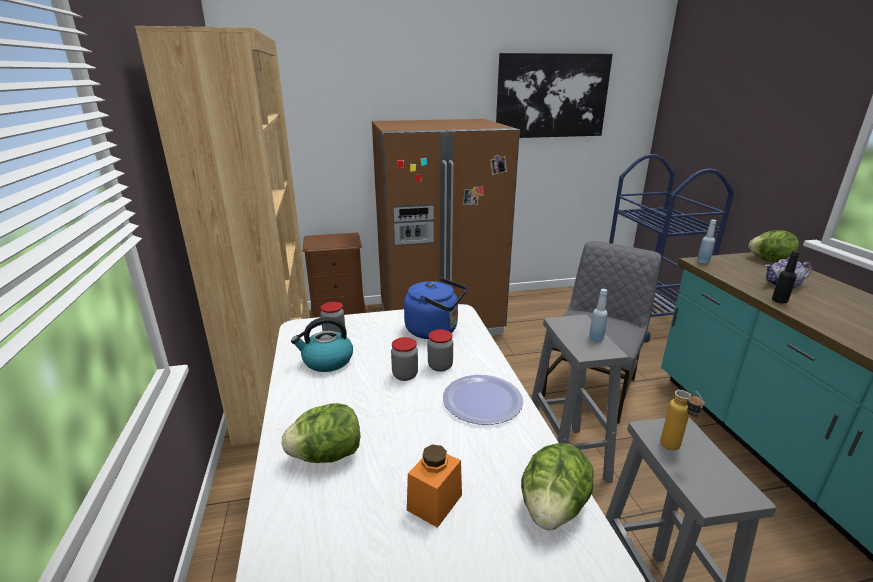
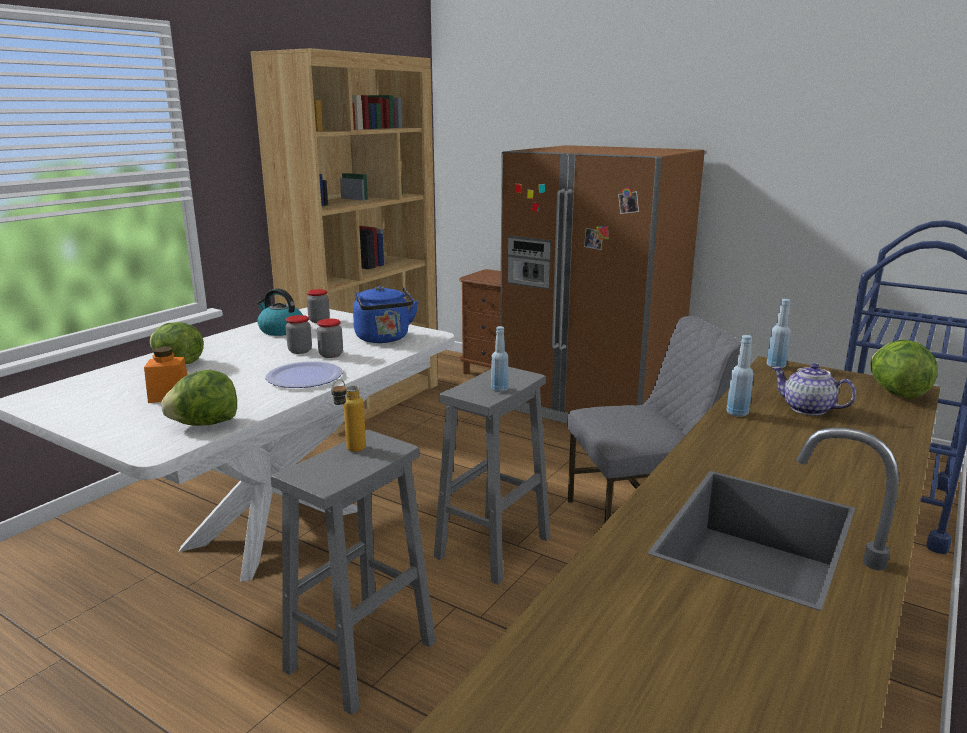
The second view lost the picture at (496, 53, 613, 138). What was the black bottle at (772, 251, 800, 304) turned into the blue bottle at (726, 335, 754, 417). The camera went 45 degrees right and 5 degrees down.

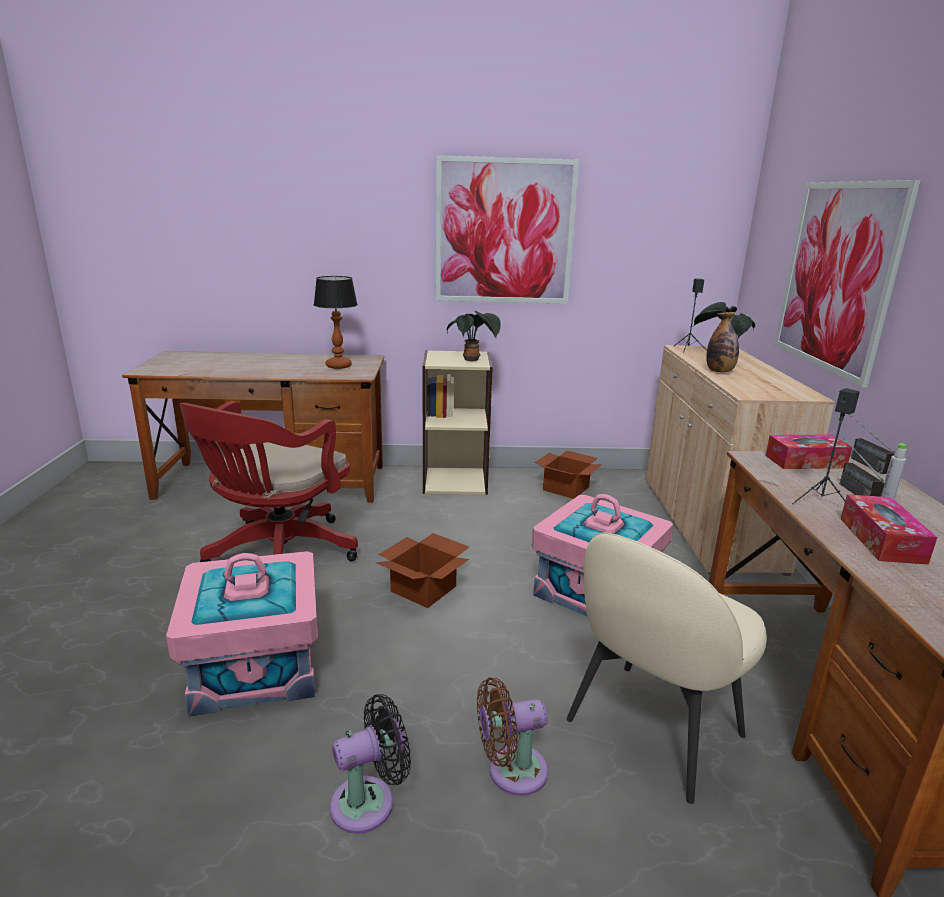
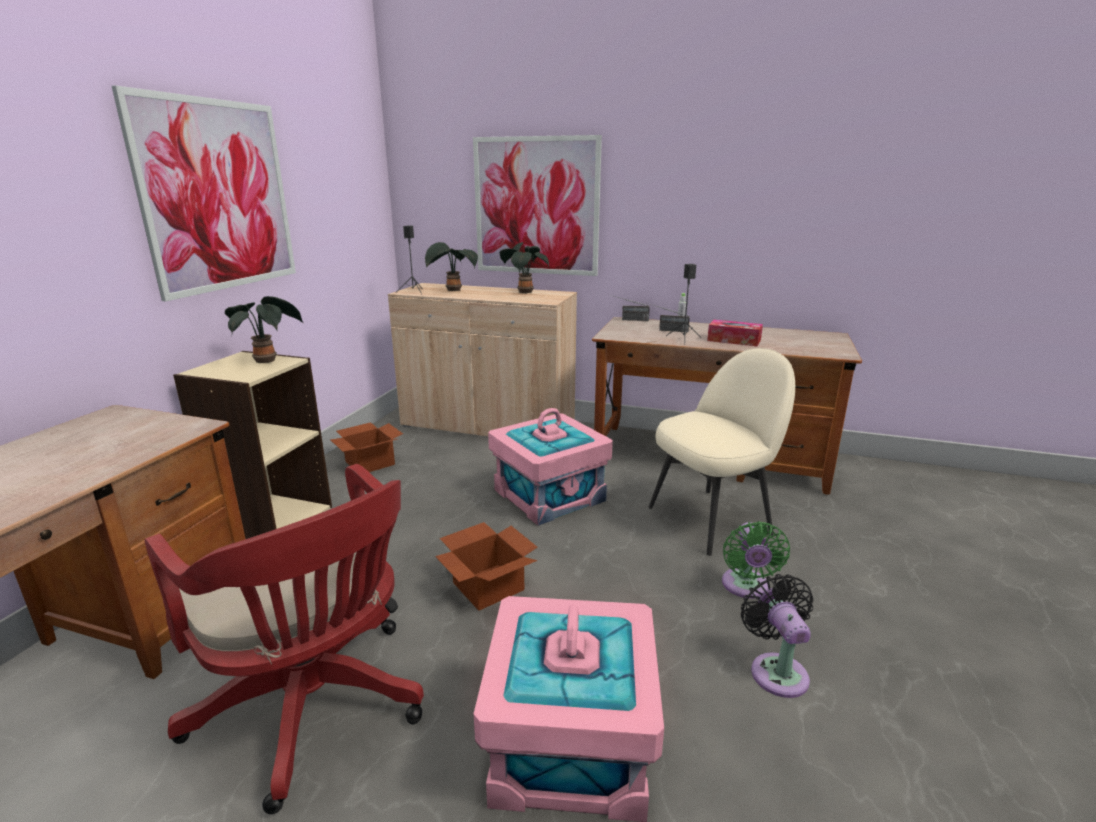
The second view lost the table lamp at (314, 276, 358, 369). What was the brown fan at (477, 677, 548, 796) turned into the green fan at (722, 521, 790, 599). The beige chair at (567, 532, 767, 804) ended up facing another way, 90 degrees counterclockwise from before. The second view lost the bottle at (706, 312, 739, 373). The second view lost the tissue box at (765, 434, 852, 469). The second view gained the potted plant at (500, 242, 549, 294). The camera went 70 degrees left and 0 degrees up.

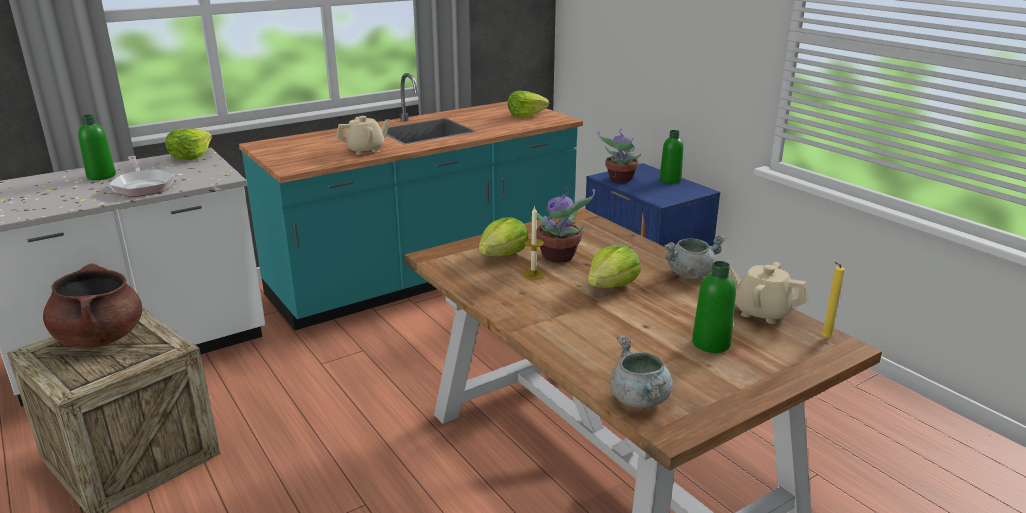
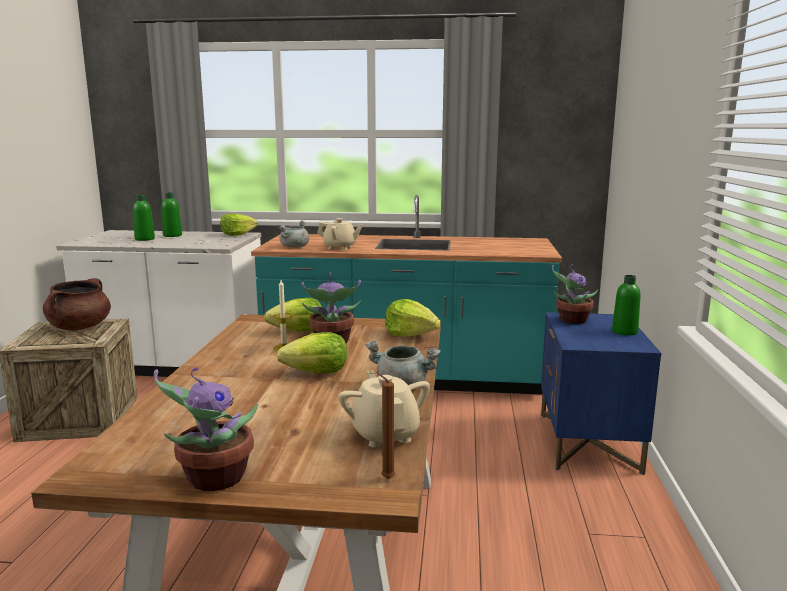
The second view lost the frying pan at (108, 156, 176, 197). The lettuce ended up elsewhere, having gone from (508, 91, 549, 117) to (385, 299, 440, 337). The grey cooking pot ended up elsewhere, having gone from (609, 336, 673, 408) to (279, 220, 309, 248). The green bottle ended up elsewhere, having gone from (692, 261, 736, 353) to (133, 195, 155, 241). What was the yellow candle at (821, 262, 845, 338) turned into the brown candle at (376, 371, 395, 479). The second view gained the potted plant at (154, 367, 258, 491). The camera went 40 degrees right and 10 degrees down.

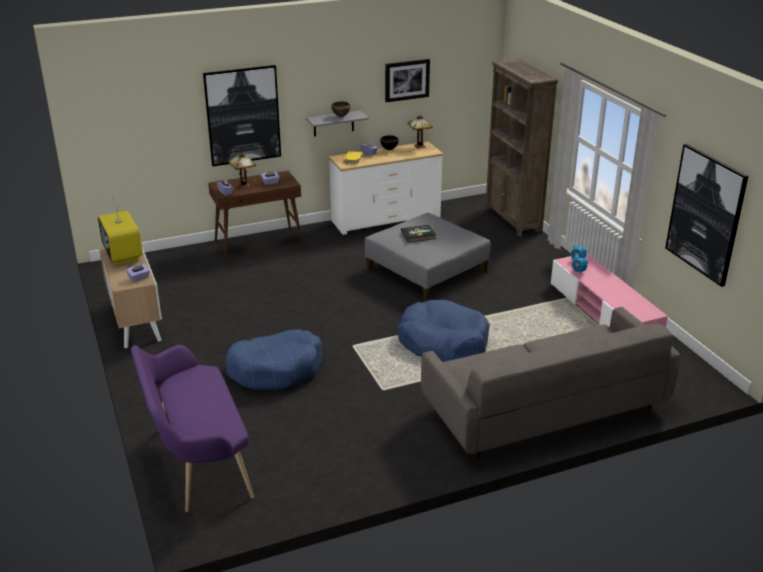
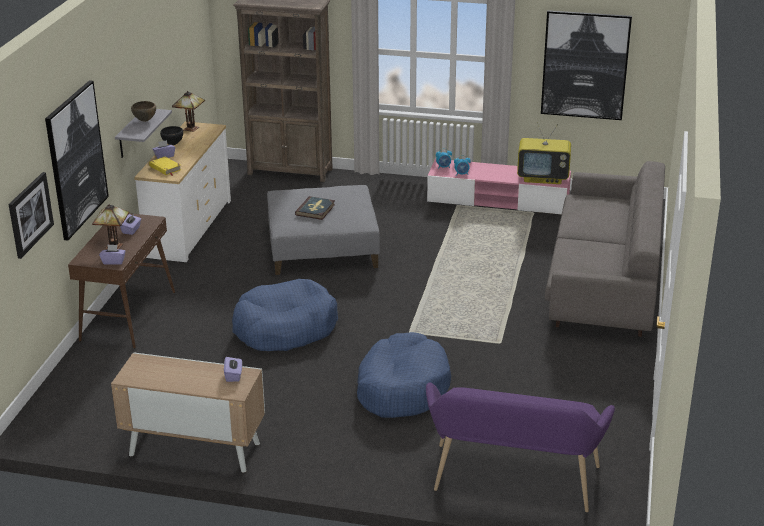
The television ended up elsewhere, having gone from (98, 197, 143, 266) to (517, 122, 571, 184). The picture ended up elsewhere, having gone from (385, 59, 430, 103) to (9, 172, 54, 259). The blue dog bed ended up elsewhere, having gone from (397, 300, 490, 362) to (232, 279, 338, 351). The camera went 55 degrees left and 0 degrees up.

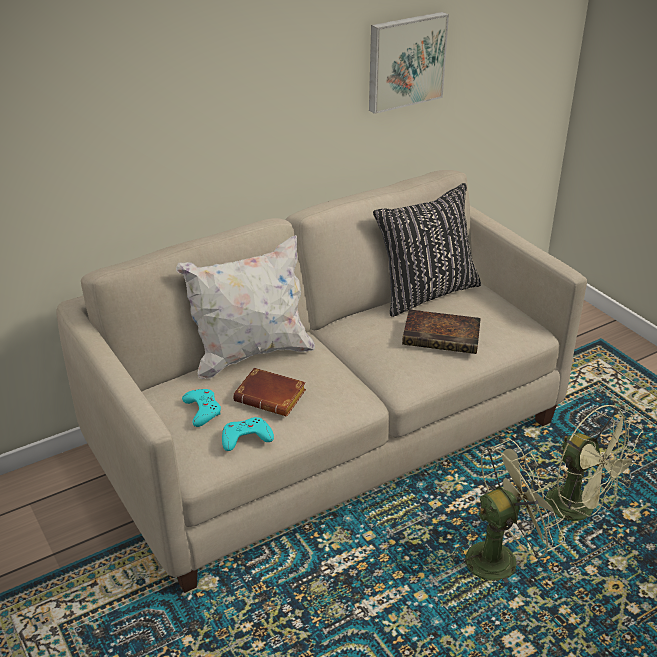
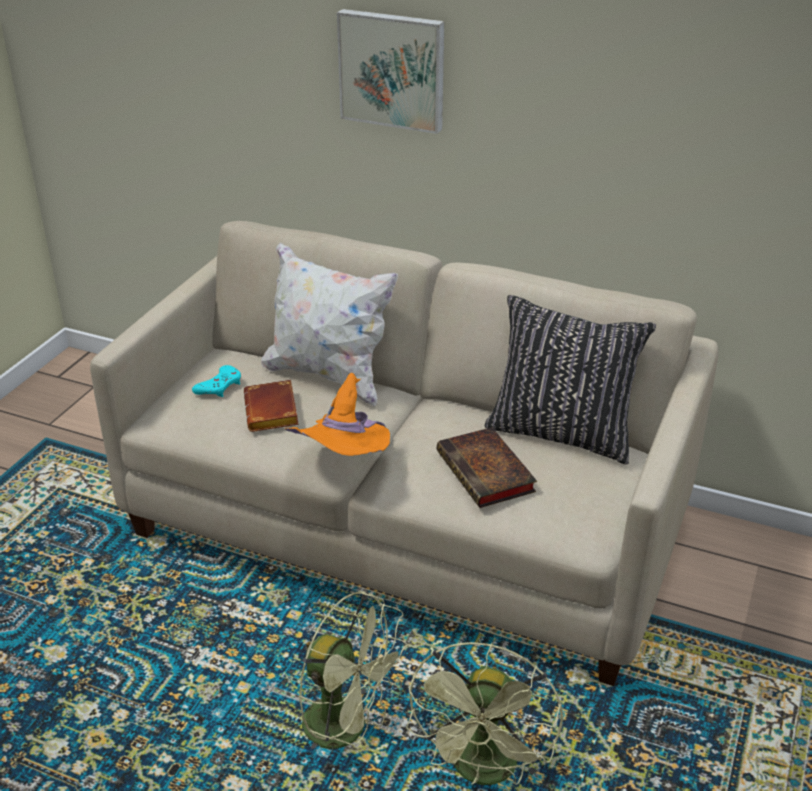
The second view lost the turquoise game controller at (222, 417, 274, 451). The picture ended up elsewhere, having gone from (369, 12, 449, 114) to (337, 9, 444, 134). The second view gained the orange hat at (284, 373, 390, 456). The camera went 55 degrees right and 0 degrees up.

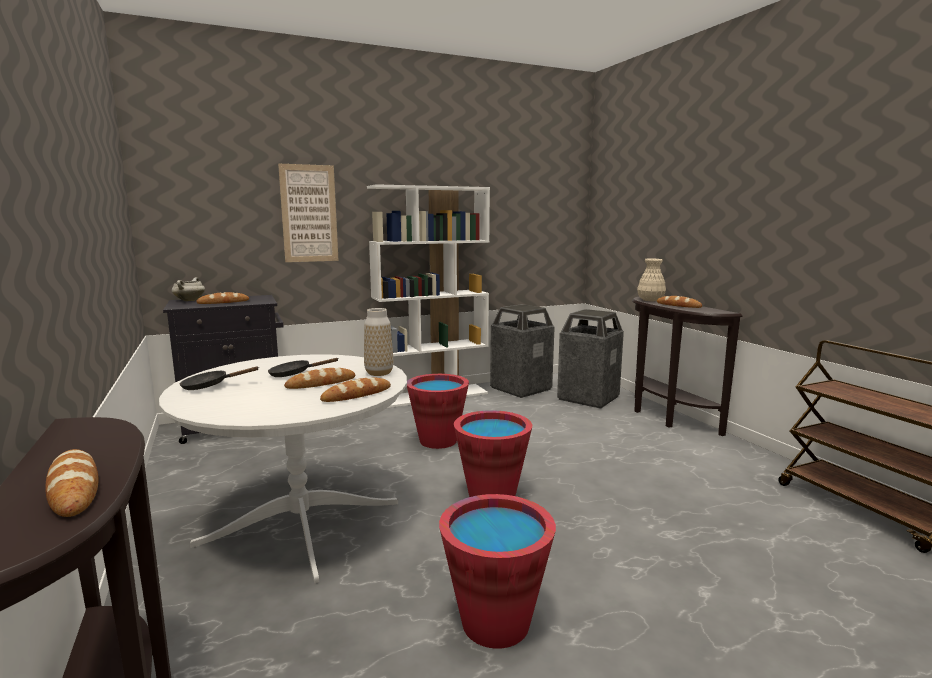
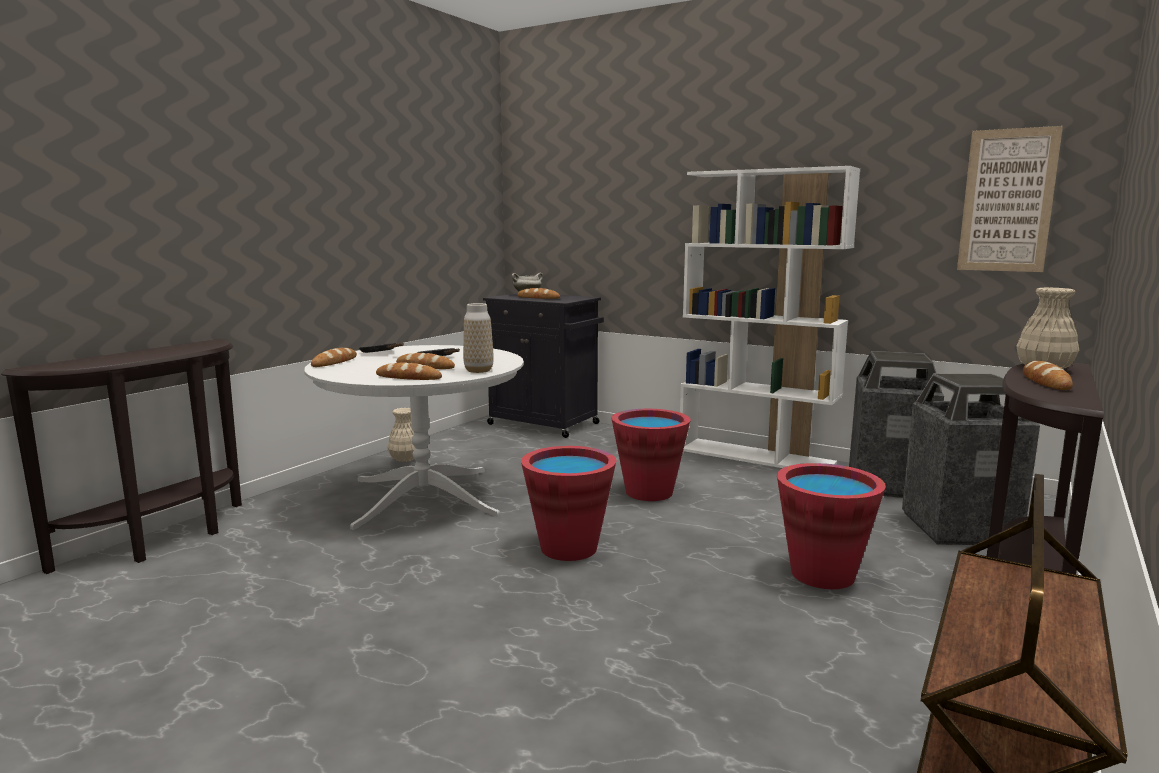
The bread ended up elsewhere, having gone from (45, 449, 98, 517) to (311, 348, 357, 367). The picture ended up elsewhere, having gone from (278, 164, 339, 262) to (957, 126, 1063, 272). The red bucket ended up elsewhere, having gone from (439, 494, 556, 649) to (777, 463, 886, 589). The second view gained the beige vase at (388, 408, 415, 462). The camera went 55 degrees right and 0 degrees up.

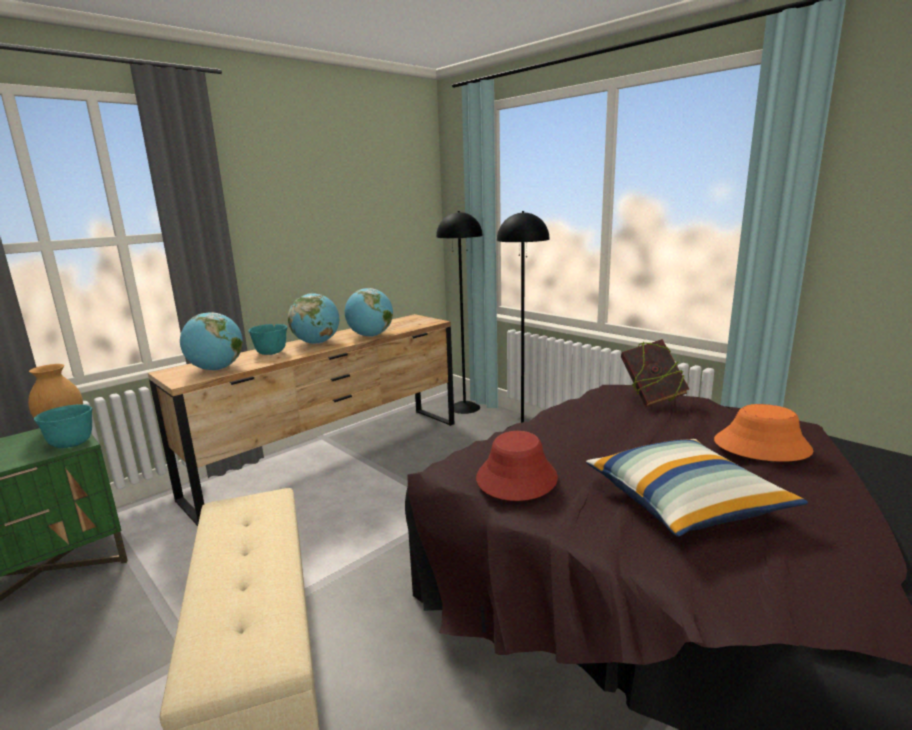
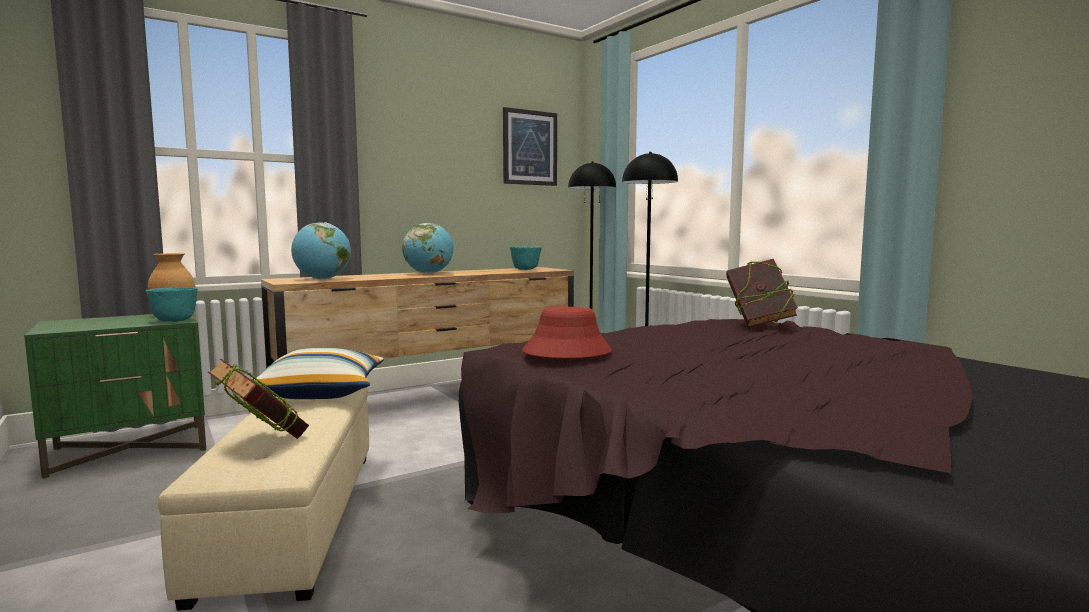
The turquoise bowl ended up elsewhere, having gone from (248, 324, 287, 355) to (510, 246, 542, 270). The second view lost the globe at (345, 288, 393, 337). The pillow ended up elsewhere, having gone from (586, 439, 808, 537) to (254, 348, 384, 399). The second view lost the orange hat at (714, 404, 813, 462). The second view gained the book at (208, 359, 309, 439). The second view gained the picture at (503, 107, 557, 186). The camera went 10 degrees right and 10 degrees down.

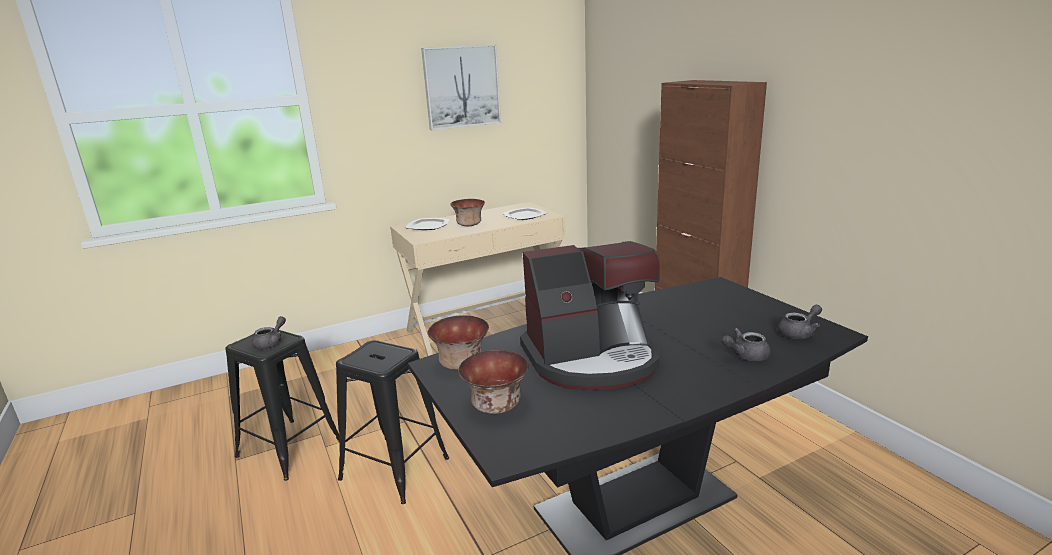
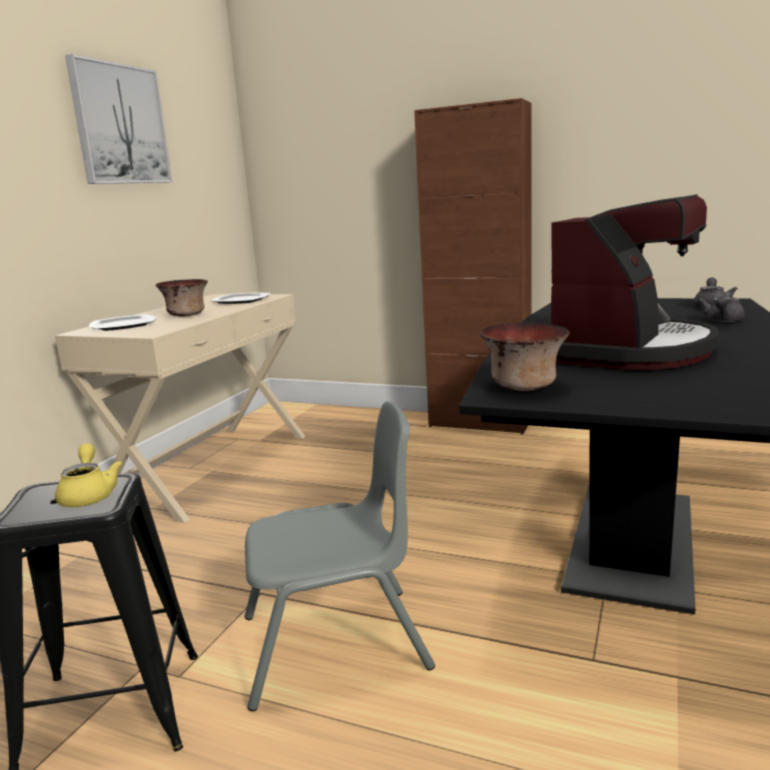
What was the grey teapot at (252, 316, 286, 350) turned into the yellow teapot at (55, 443, 123, 507). Where the black stool stood at (336, 340, 449, 504), the grey chair came to stand at (244, 401, 435, 711). The second view lost the bowl at (458, 350, 529, 414). The camera went 40 degrees left and 5 degrees down.

